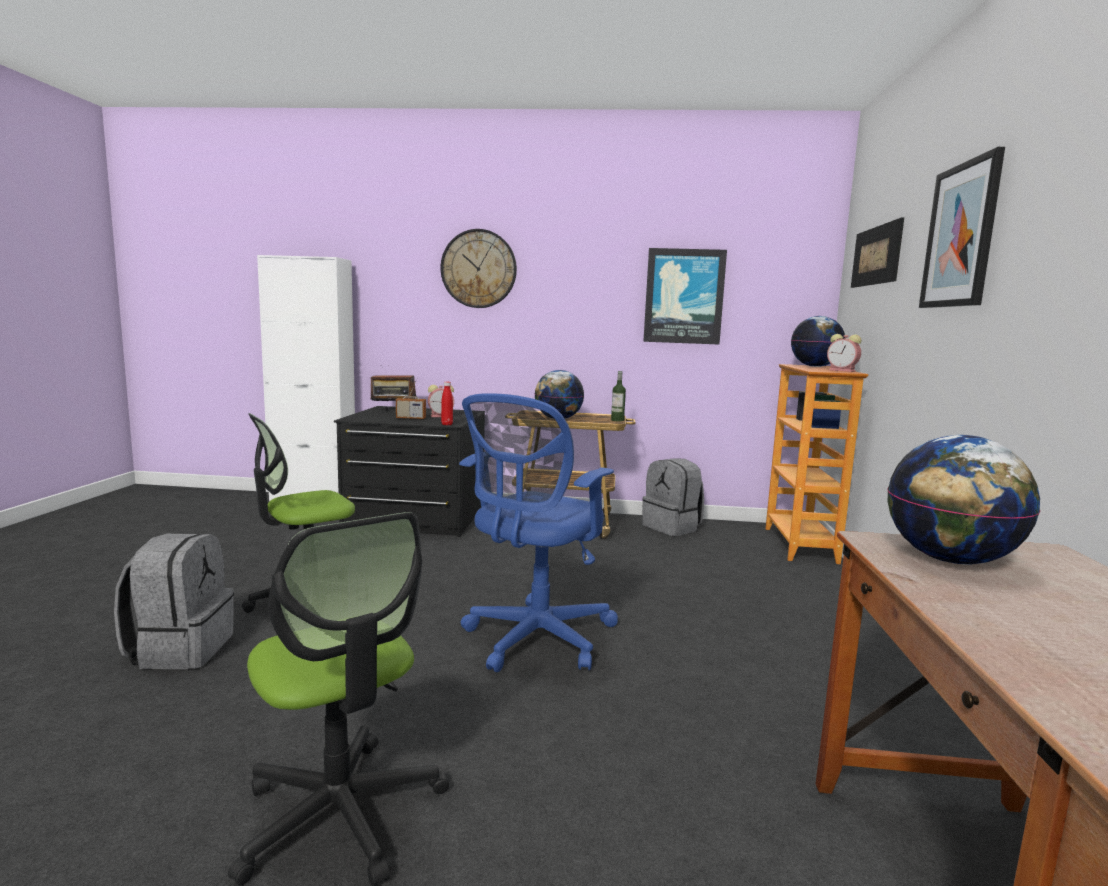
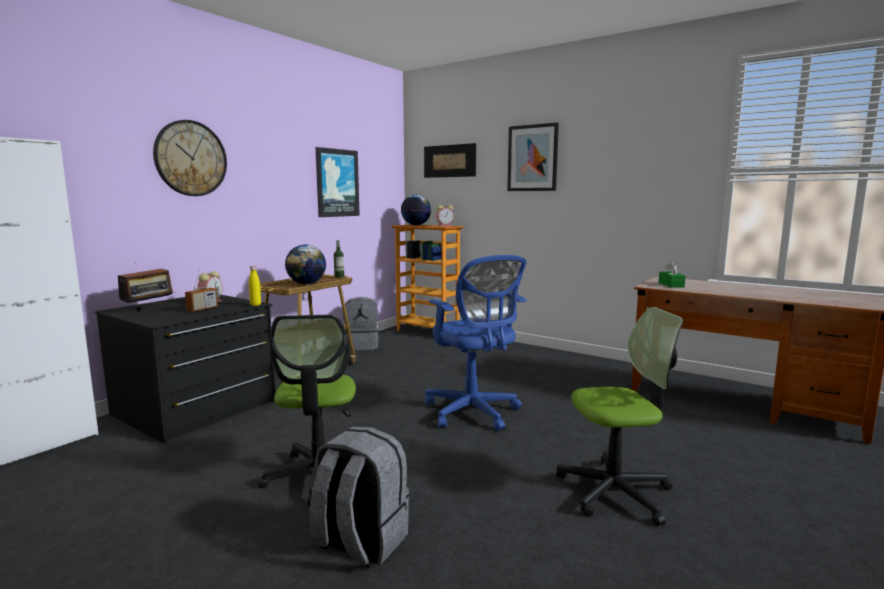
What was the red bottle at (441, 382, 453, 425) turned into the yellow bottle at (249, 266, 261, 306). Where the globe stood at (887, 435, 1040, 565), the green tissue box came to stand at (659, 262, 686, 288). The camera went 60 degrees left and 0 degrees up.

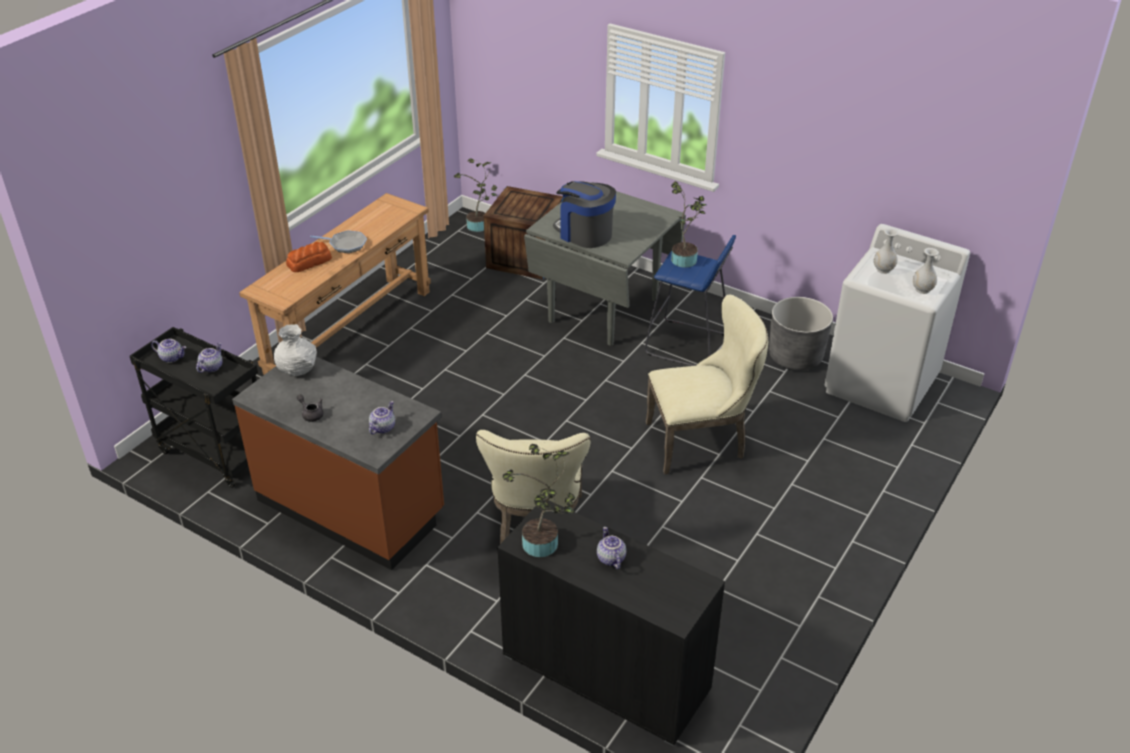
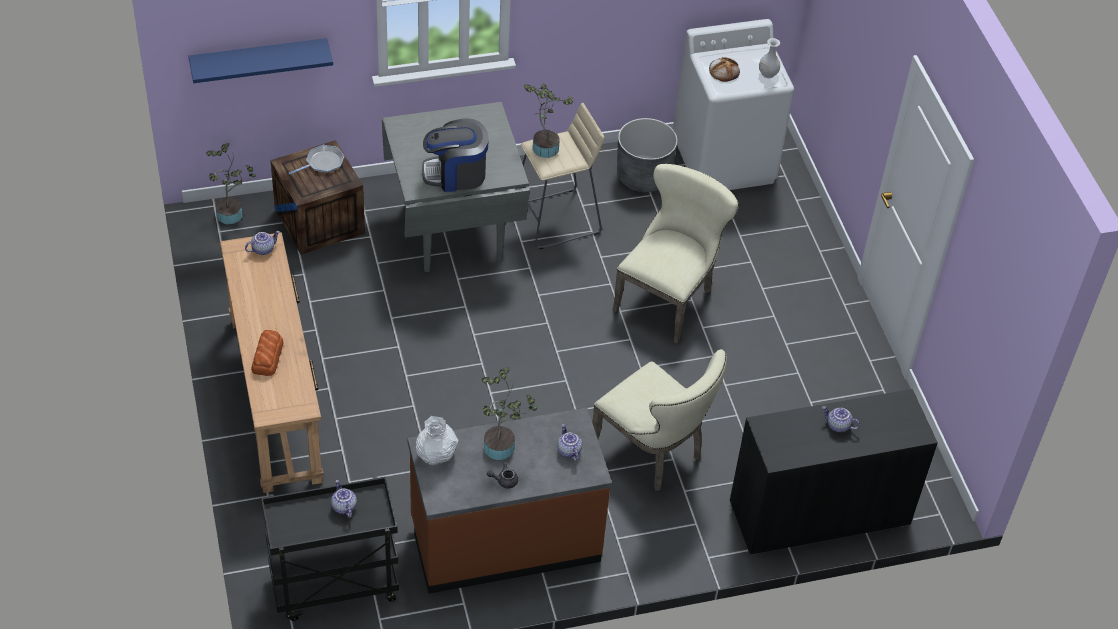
The teapot ended up elsewhere, having gone from (151, 339, 186, 363) to (245, 231, 280, 255). The frying pan ended up elsewhere, having gone from (310, 230, 367, 253) to (289, 145, 344, 175). The potted plant ended up elsewhere, having gone from (503, 444, 575, 557) to (482, 367, 537, 460). What was the blue stool at (645, 235, 736, 366) turned into the beige stool at (516, 103, 604, 249). Where the white vase stood at (874, 228, 898, 274), the bread came to stand at (709, 57, 740, 82). The second view gained the blue shelf at (188, 38, 333, 83). The camera went 50 degrees left and 10 degrees up.

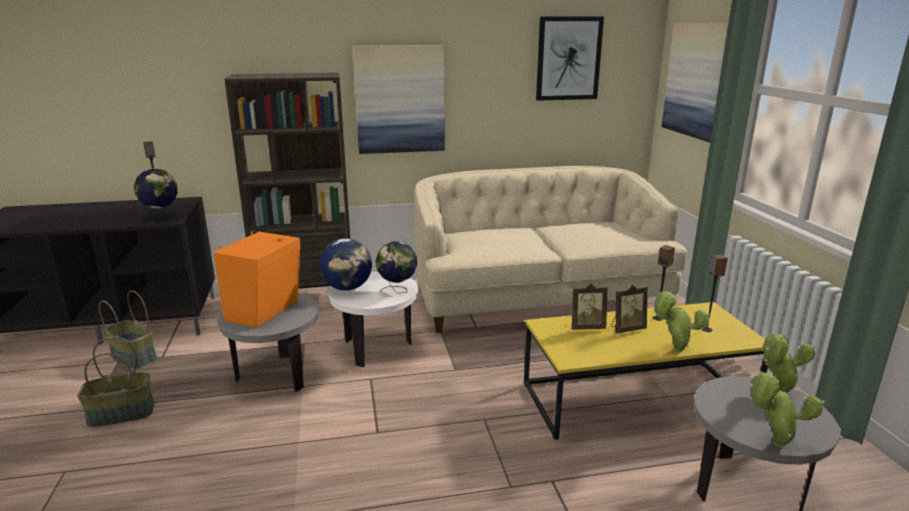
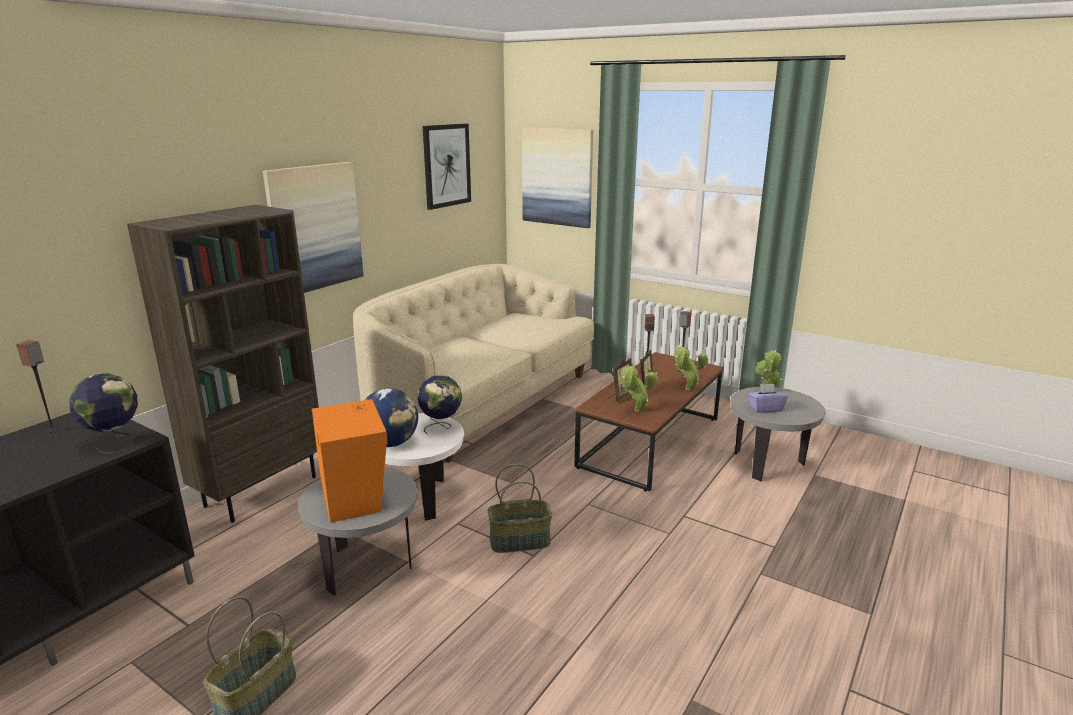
The basket ended up elsewhere, having gone from (99, 290, 157, 369) to (488, 464, 552, 553). What was the yellow coffee table at (524, 302, 768, 440) turned into the brown coffee table at (574, 352, 724, 492). The potted plant ended up elsewhere, having gone from (749, 371, 825, 447) to (621, 366, 658, 412). The second view gained the purple tissue box at (748, 384, 788, 413). The camera went 45 degrees left and 0 degrees up.

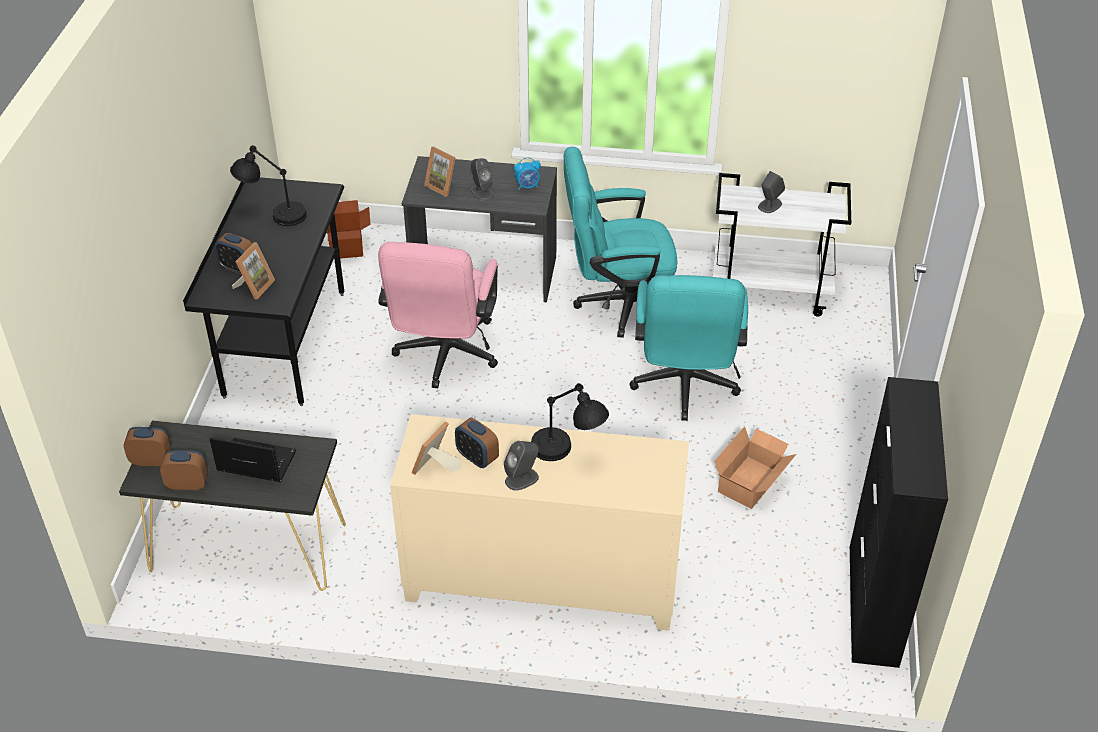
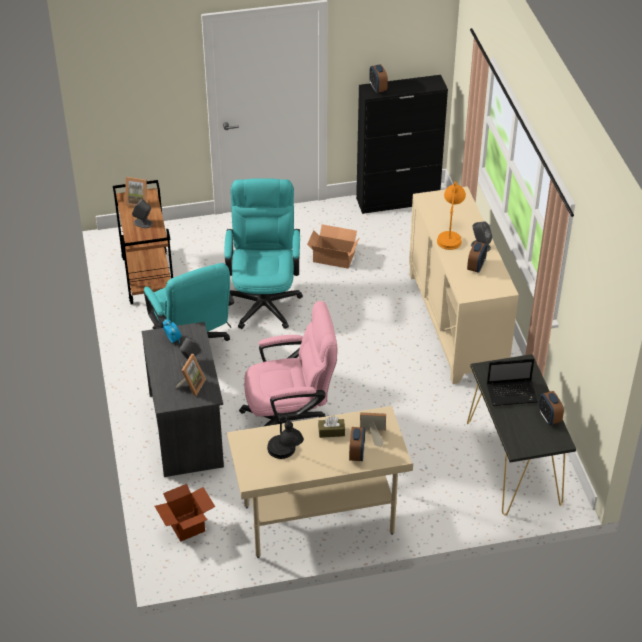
The alarm clock ended up elsewhere, having gone from (123, 427, 171, 466) to (369, 64, 388, 93). What was the black desk at (183, 177, 344, 406) turned into the beige desk at (227, 406, 413, 558). The laptop at (209, 437, 296, 482) ended up facing another way, 90 degrees counterclockwise from before. The picture frame ended up elsewhere, having gone from (411, 421, 462, 475) to (125, 177, 147, 207). What was the black table lamp at (531, 383, 609, 461) turned into the orange table lamp at (437, 181, 466, 250). The turquoise office chair at (630, 275, 748, 421) ended up facing another way, 75 degrees counterclockwise from before. What was the white cart at (713, 173, 851, 316) turned into the brown cart at (113, 180, 173, 304). The second view gained the brown tissue box at (318, 416, 345, 438). The camera went 110 degrees left and 0 degrees up.

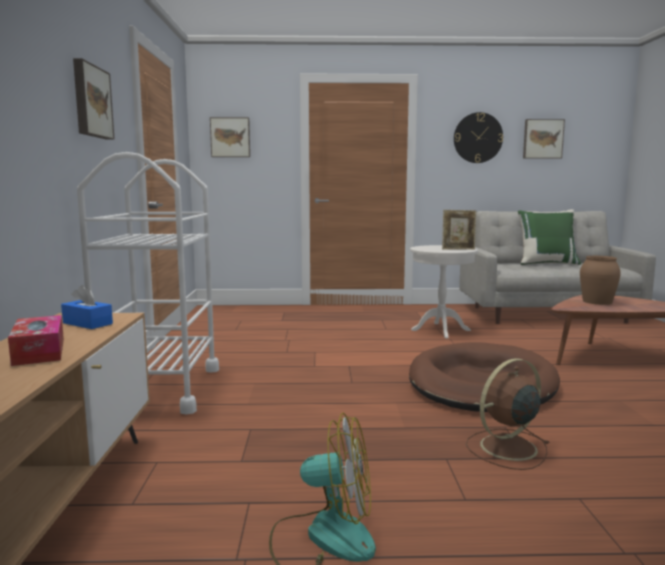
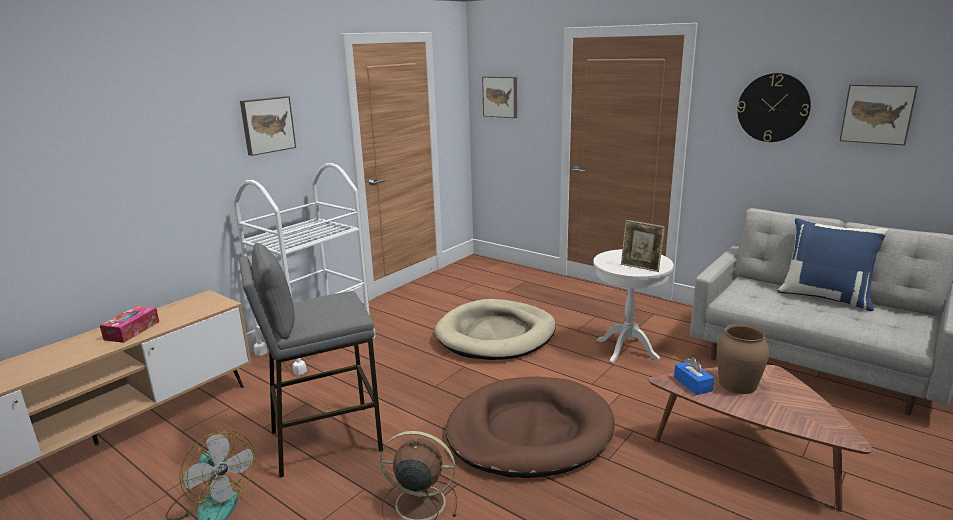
The blue tissue box ended up elsewhere, having gone from (61, 285, 113, 329) to (674, 357, 714, 395). What was the green pillow at (518, 209, 581, 265) turned into the blue pillow at (778, 218, 888, 311). The second view gained the grey stool at (239, 243, 383, 477). The second view gained the beige dog bed at (434, 299, 556, 360). The camera went 40 degrees right and 10 degrees up.

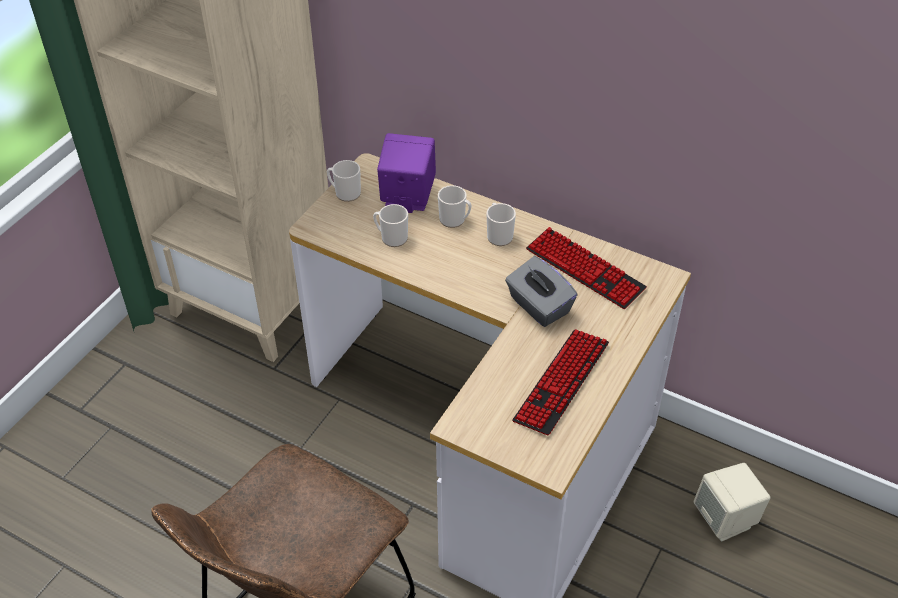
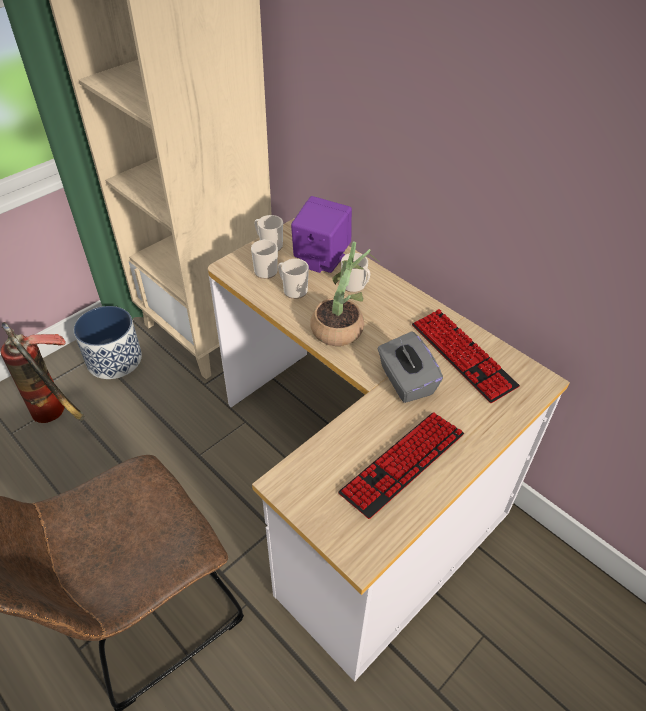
The mug ended up elsewhere, having gone from (487, 203, 516, 246) to (251, 239, 278, 279). The second view lost the beige speaker at (694, 463, 770, 541). The second view gained the fire extinguisher at (1, 322, 84, 423). The second view gained the planter at (74, 306, 142, 379). The second view gained the potted plant at (310, 242, 379, 346). The camera went 15 degrees right and 0 degrees up.

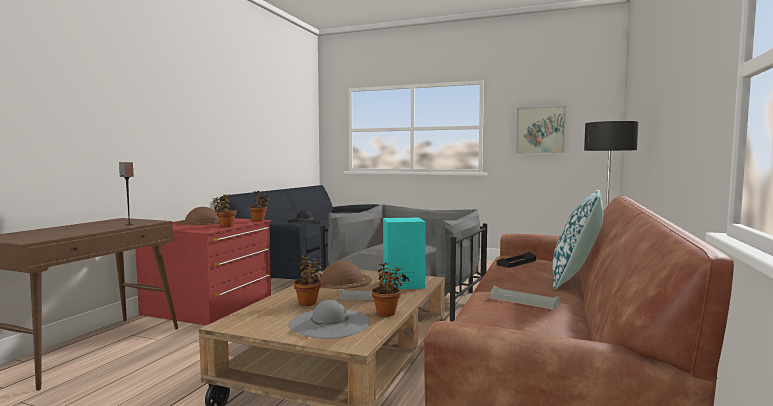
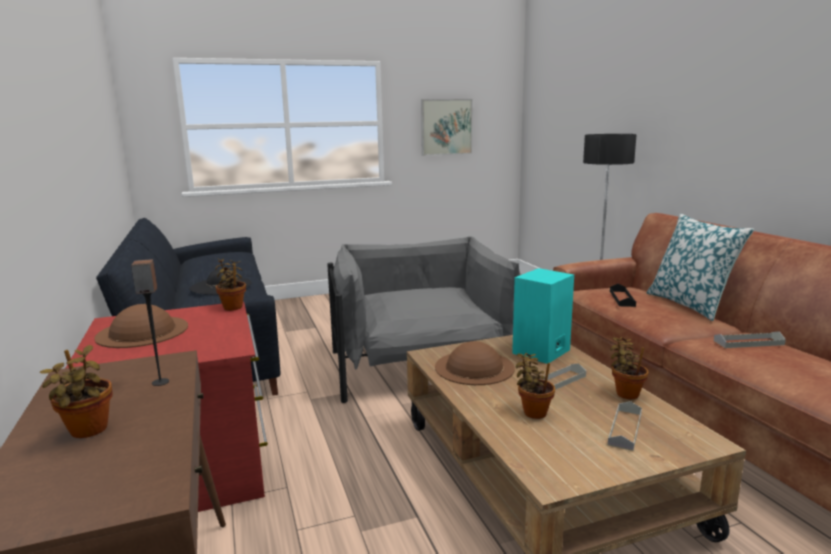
The potted plant ended up elsewhere, having gone from (213, 194, 236, 227) to (40, 345, 113, 438). Where the grey hat stood at (288, 300, 370, 339), the grey tray came to stand at (608, 401, 642, 451). The camera went 40 degrees left and 10 degrees up.

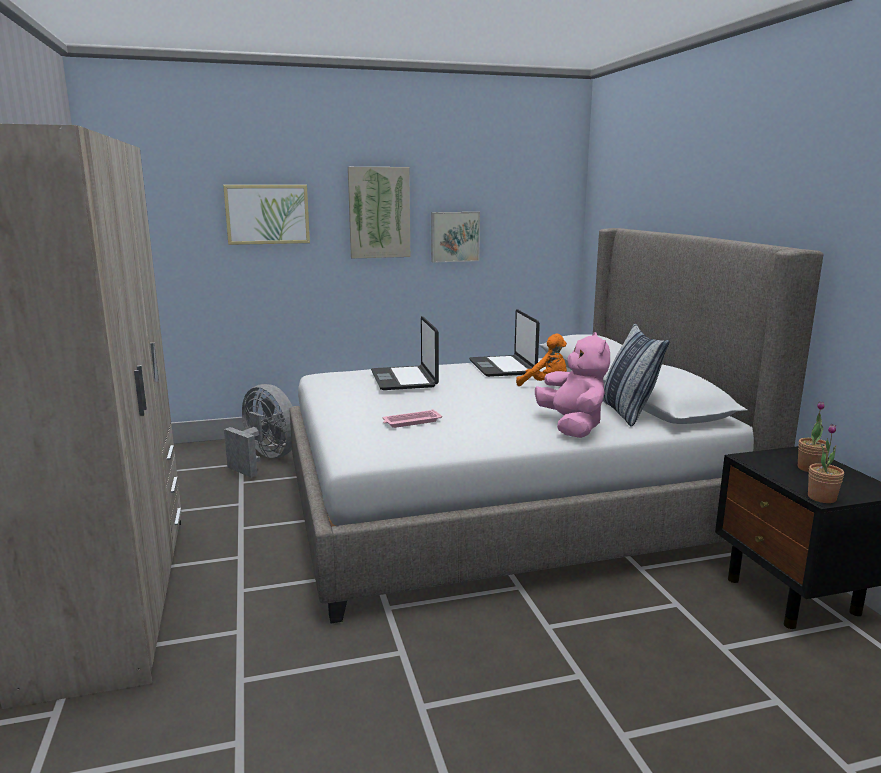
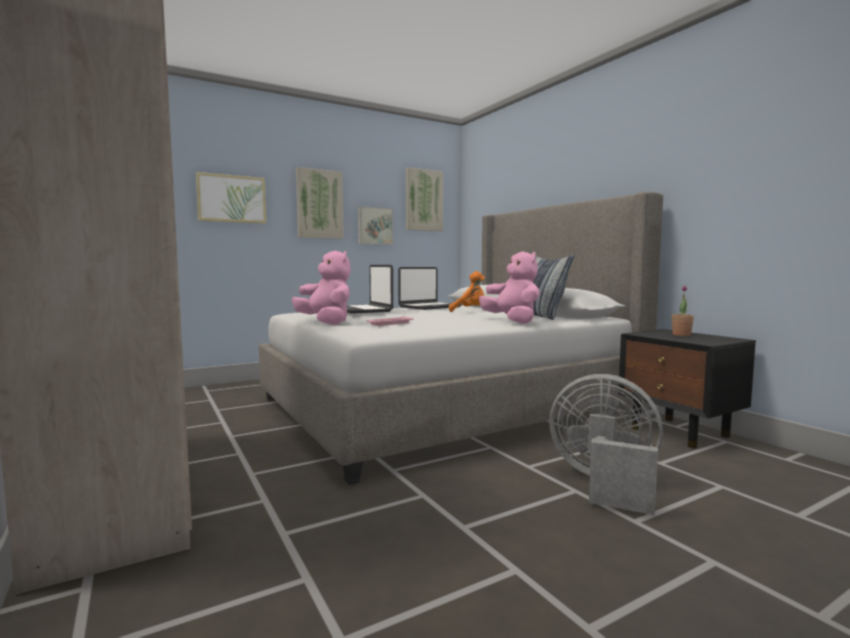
The grey fan ended up elsewhere, having gone from (224, 384, 292, 478) to (549, 374, 663, 515). The laptop at (469, 309, 540, 377) ended up facing another way, 105 degrees counterclockwise from before. The second view lost the potted plant at (808, 424, 844, 503). The second view gained the pink plush toy at (292, 250, 351, 325). The second view gained the picture at (406, 167, 443, 231). The camera went 15 degrees left and 10 degrees down.

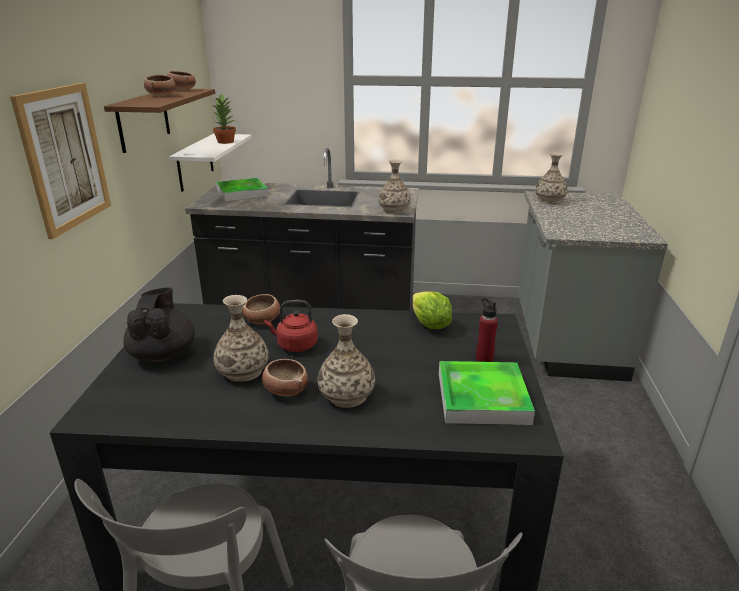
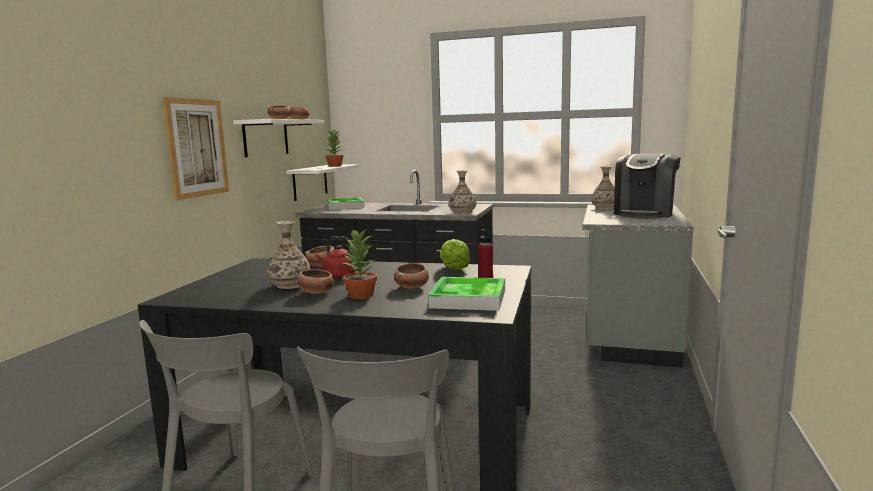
What was the brown shelf at (104, 89, 215, 153) turned into the white shelf at (233, 119, 324, 157). The second view lost the black teapot at (123, 287, 195, 362). Where the vase stood at (318, 314, 375, 408), the potted plant came to stand at (341, 228, 377, 299). The second view gained the bowl at (394, 263, 429, 289). The second view gained the coffee machine at (614, 153, 681, 218). The camera went 10 degrees right and 15 degrees down.

